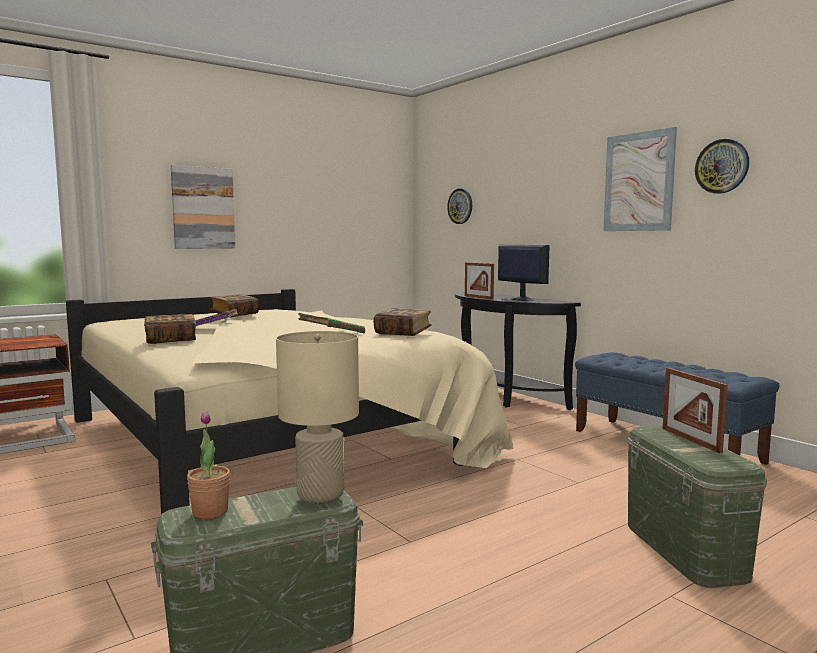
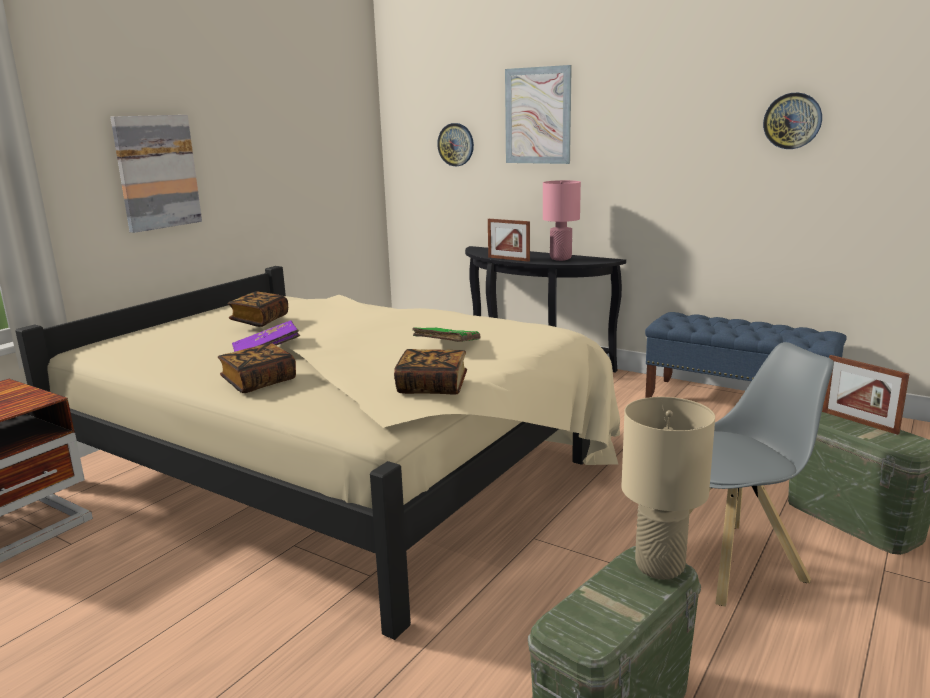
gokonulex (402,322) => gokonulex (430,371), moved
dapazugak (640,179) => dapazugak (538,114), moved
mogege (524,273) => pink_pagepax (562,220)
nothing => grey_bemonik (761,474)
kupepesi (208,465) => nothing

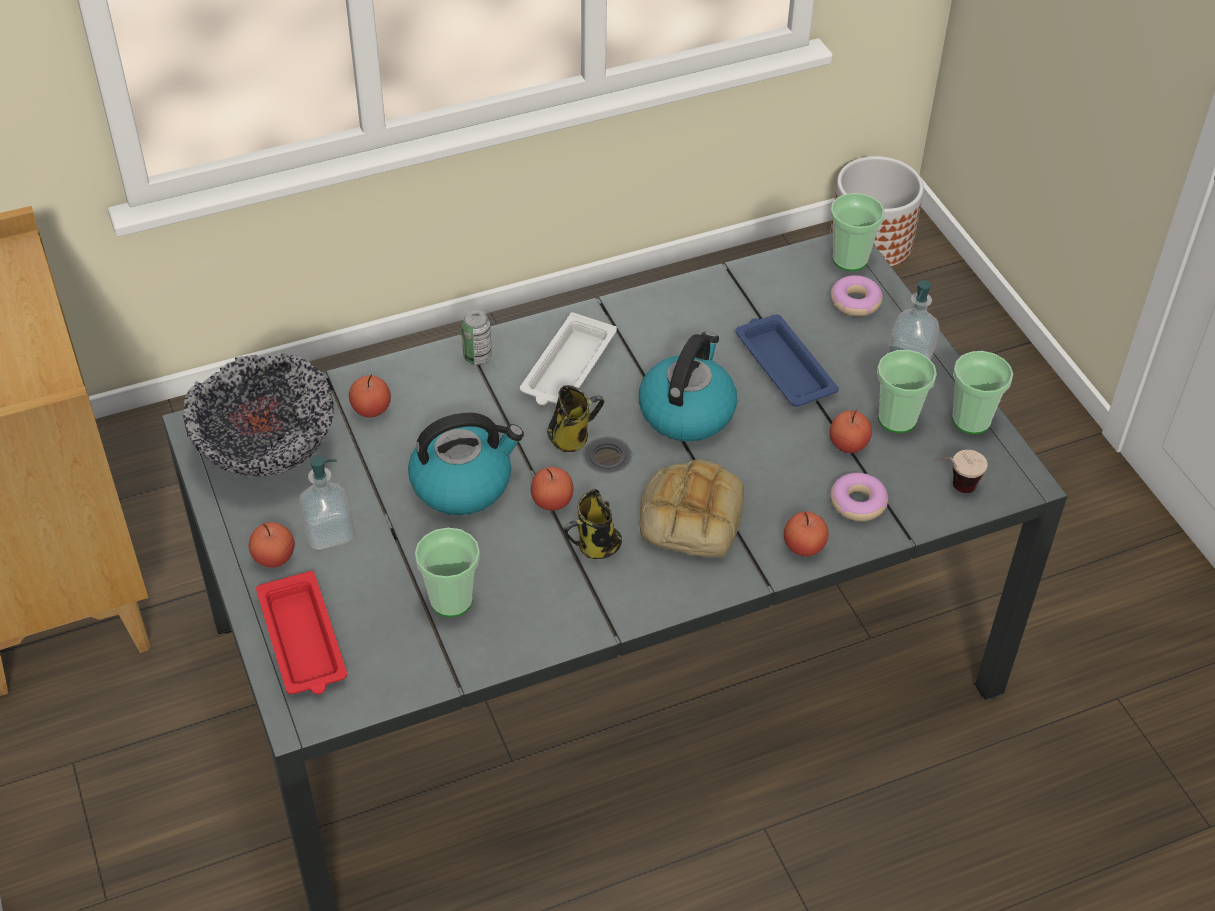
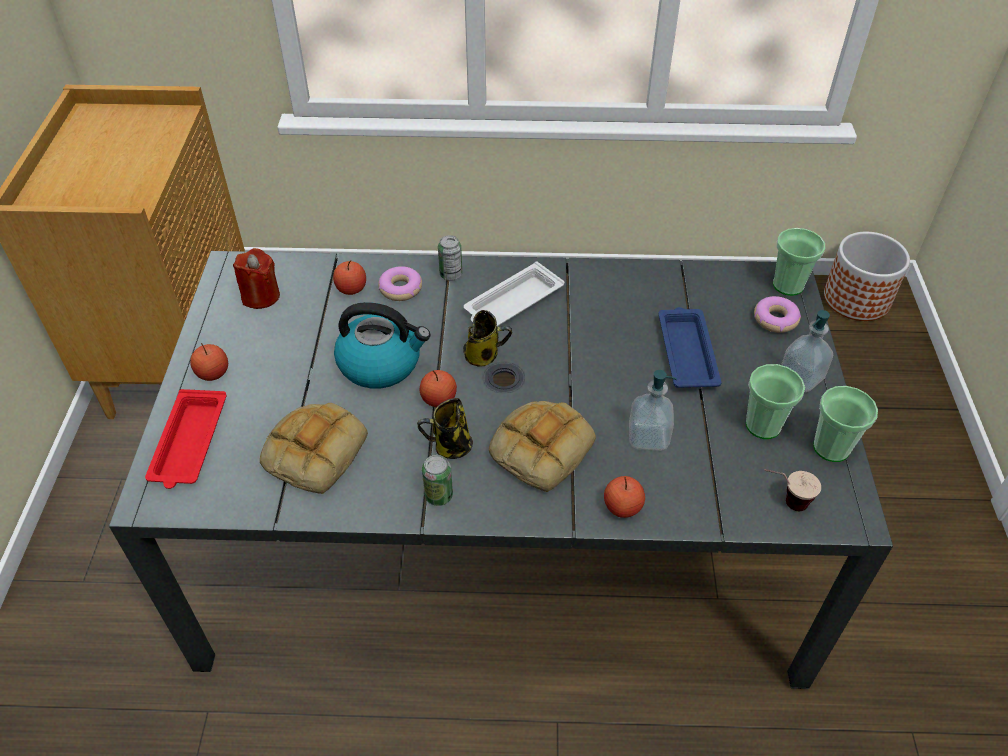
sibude (258,415) => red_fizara (256,278)
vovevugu (447,572) => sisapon (314,448)
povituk (859,497) => povituk (400,283), moved
nothing => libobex (437,480)
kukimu (326,503) => kukimu (653,410), moved
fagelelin (688,386) => nothing
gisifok (850,431) => nothing

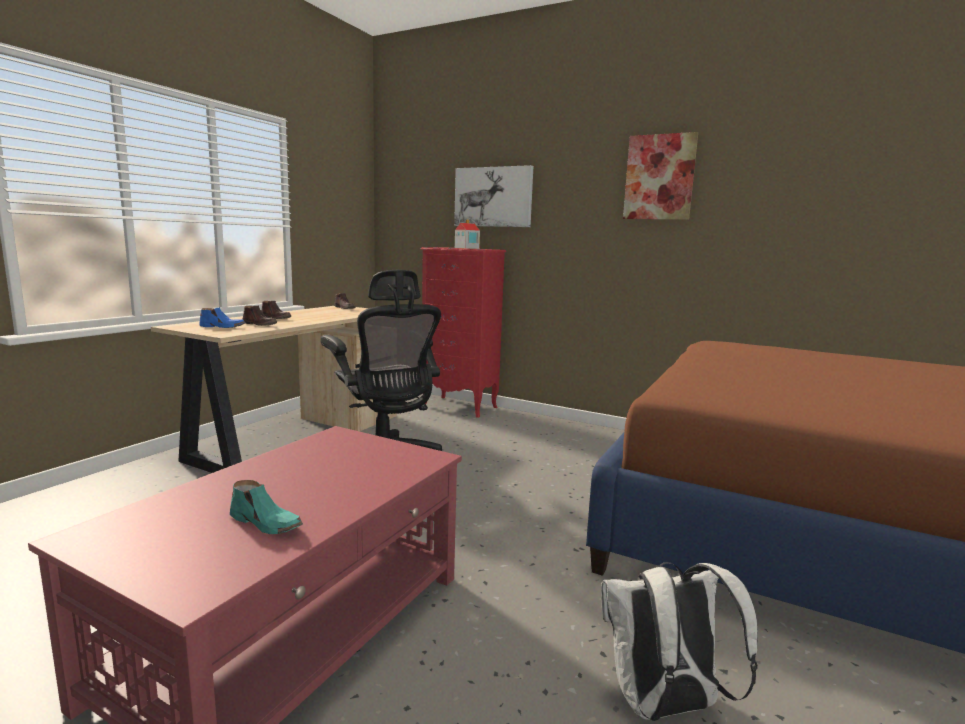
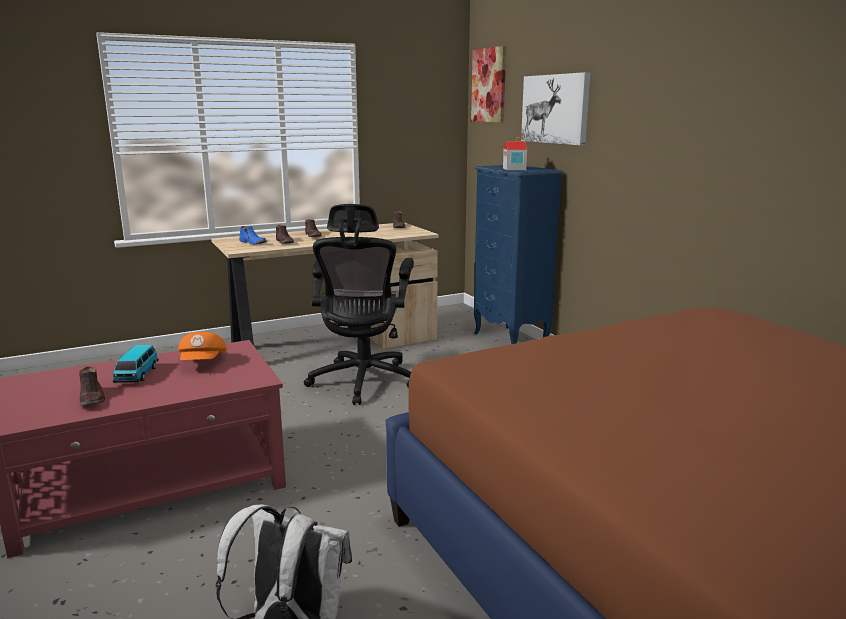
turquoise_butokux (266,507) => brown_butokux (92,386)
nothing => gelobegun (136,364)
nothing => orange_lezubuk (202,346)
dapazugak (660,176) => dapazugak (488,84), moved
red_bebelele (463,332) => blue_bebelele (518,254)

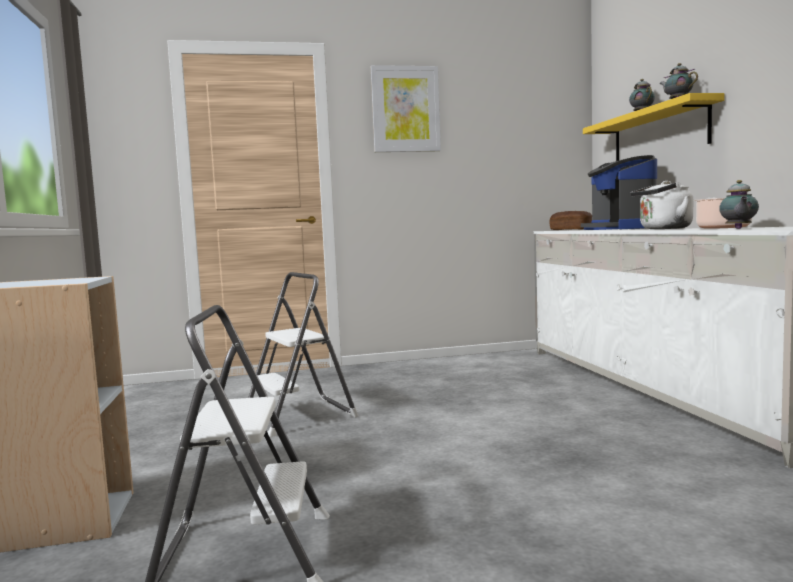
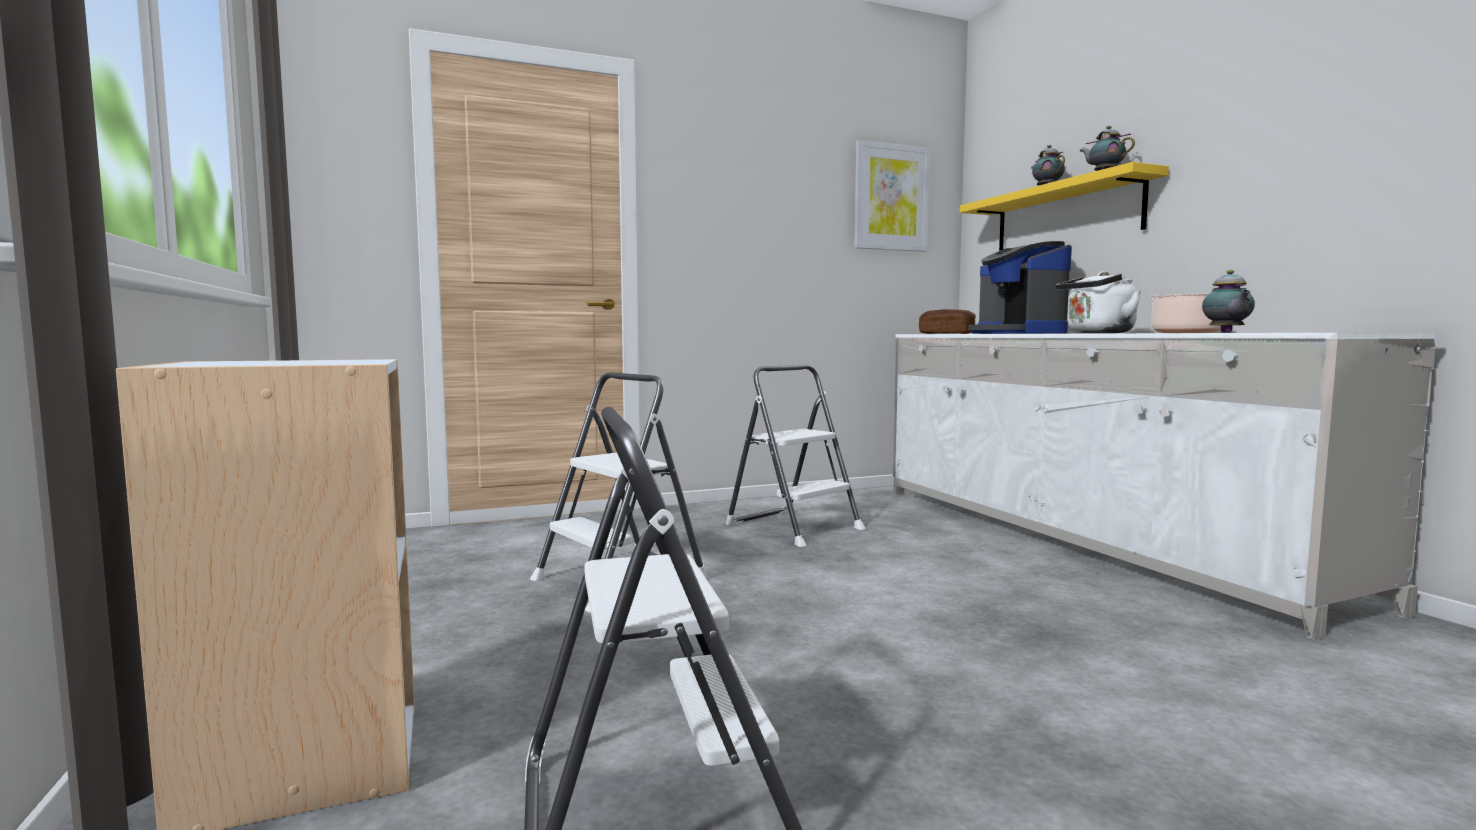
nothing => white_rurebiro (796,456)
dapazugak (406,108) => dapazugak (892,196), moved

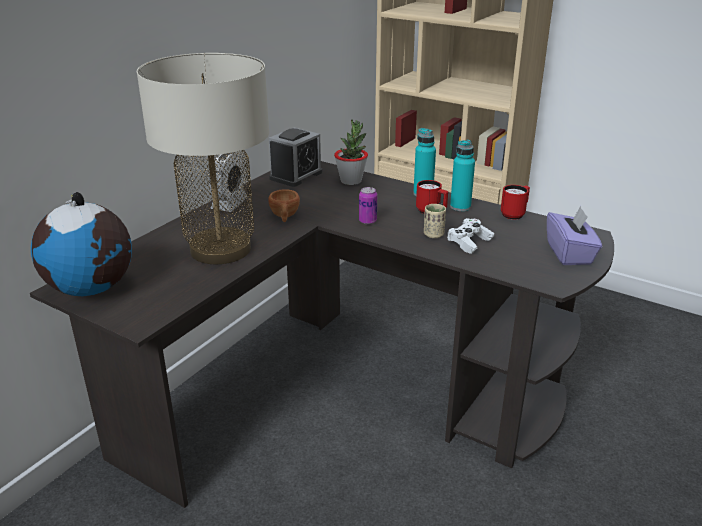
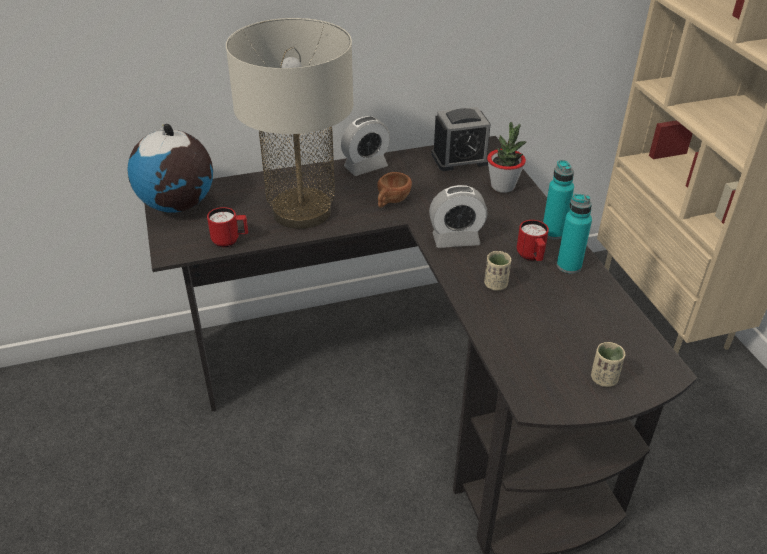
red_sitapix (515,202) => red_sitapix (227,227), moved
libobex (368,205) => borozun (458,216)
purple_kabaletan (574,235) => beige_vovevugu (608,364)
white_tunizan (470,236) => nothing

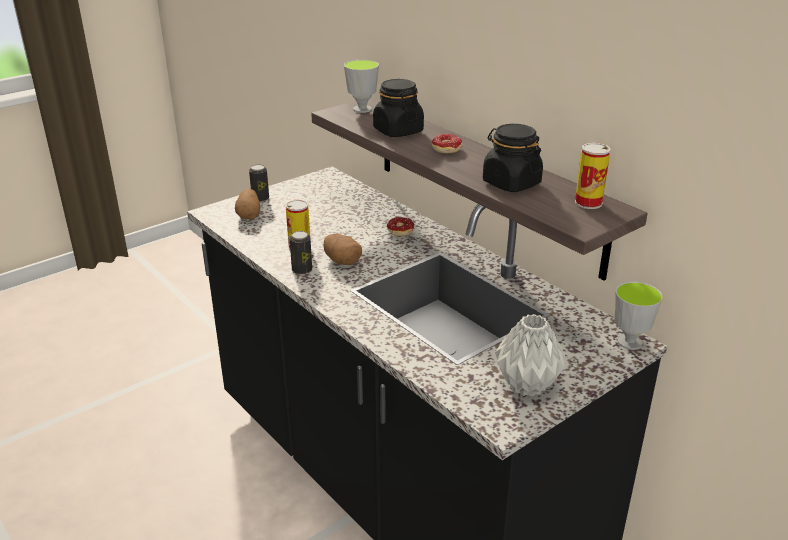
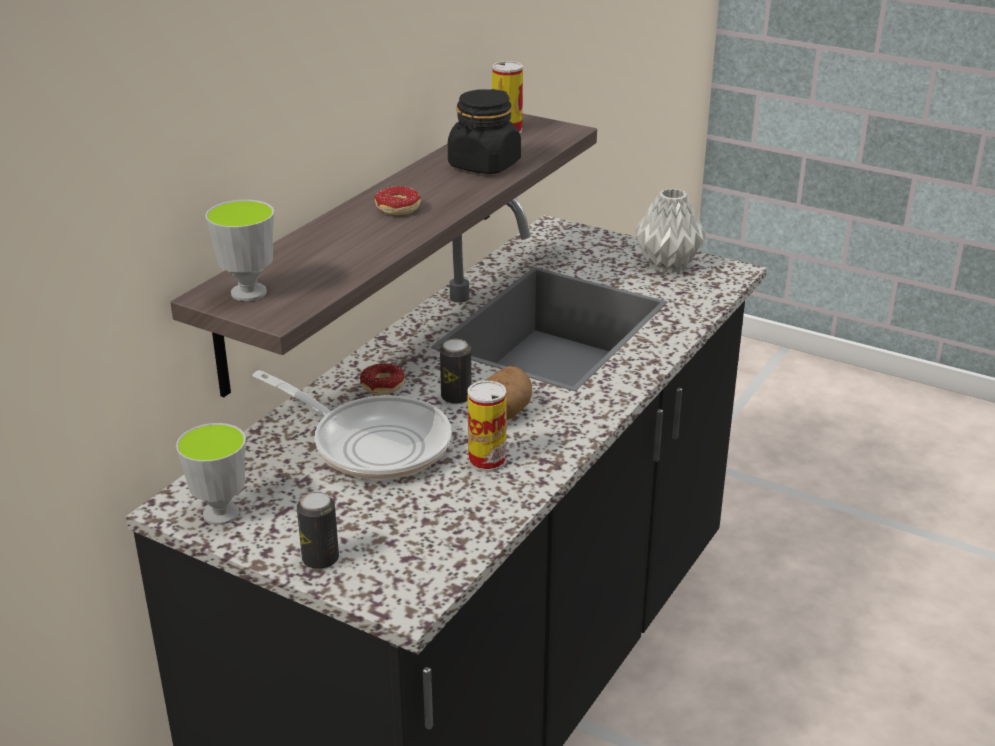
vovevugu (639,316) => vovevugu (211,474), moved
nothing => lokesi (352,425)
libobex (300,252) => libobex (456,371), moved
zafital (247,204) => nothing
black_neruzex (398,108) => nothing

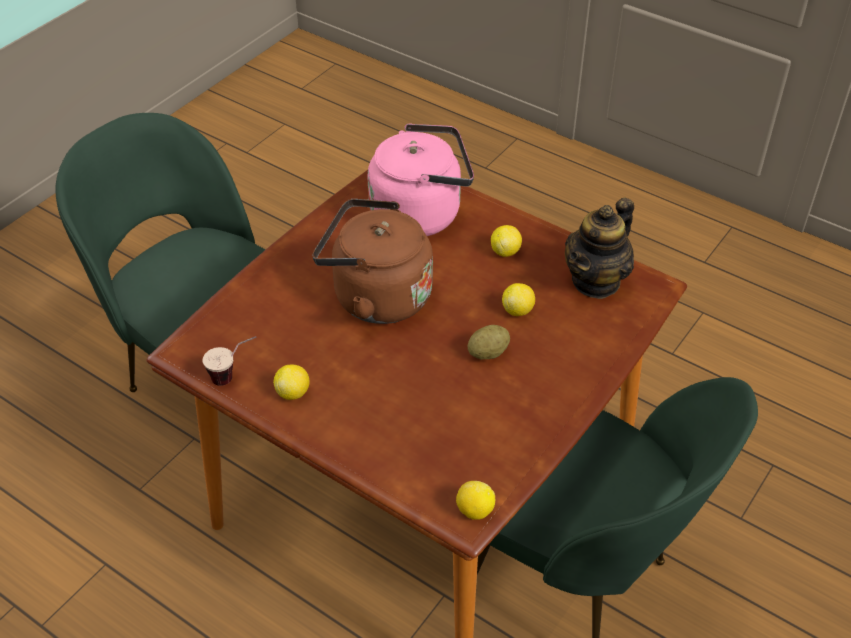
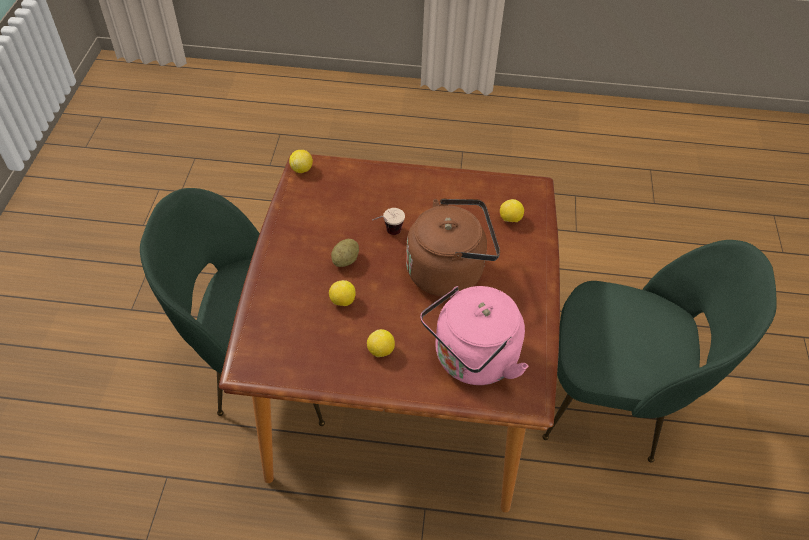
vovevugu (229,361) => vovevugu (388,221), moved
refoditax (291,382) => refoditax (512,210), moved
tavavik (599,248) => nothing

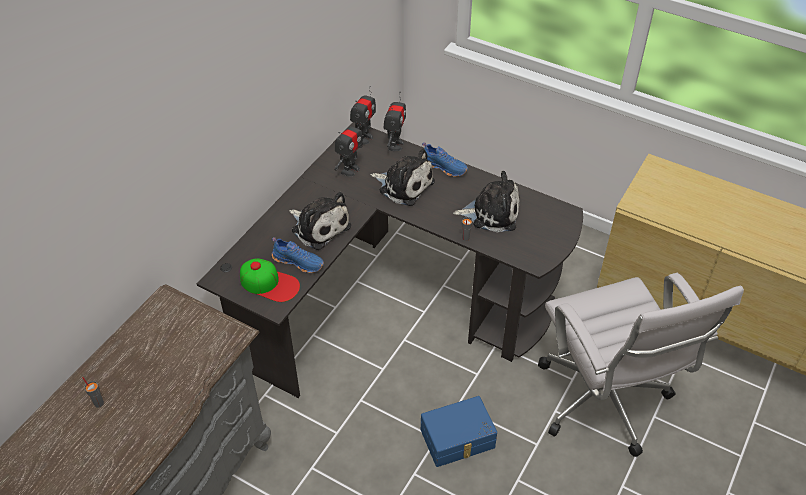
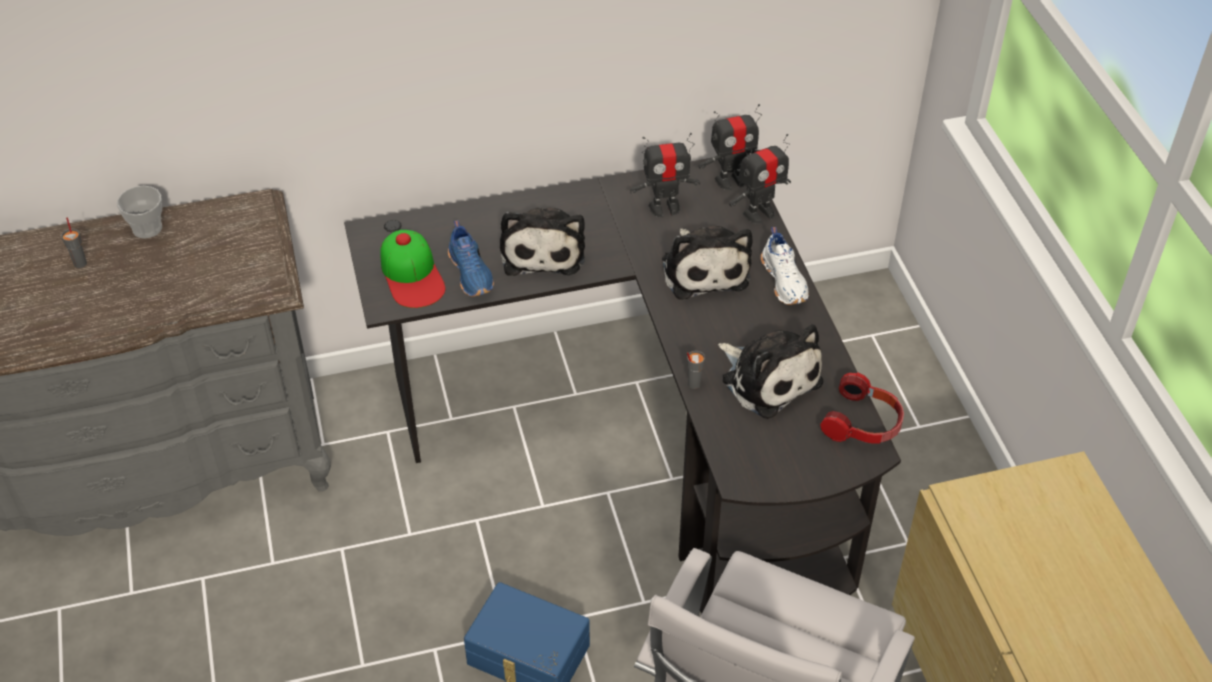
nothing => vovevugu (139,212)
blue_butokux (445,159) => white_butokux (785,266)
nothing => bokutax (862,408)

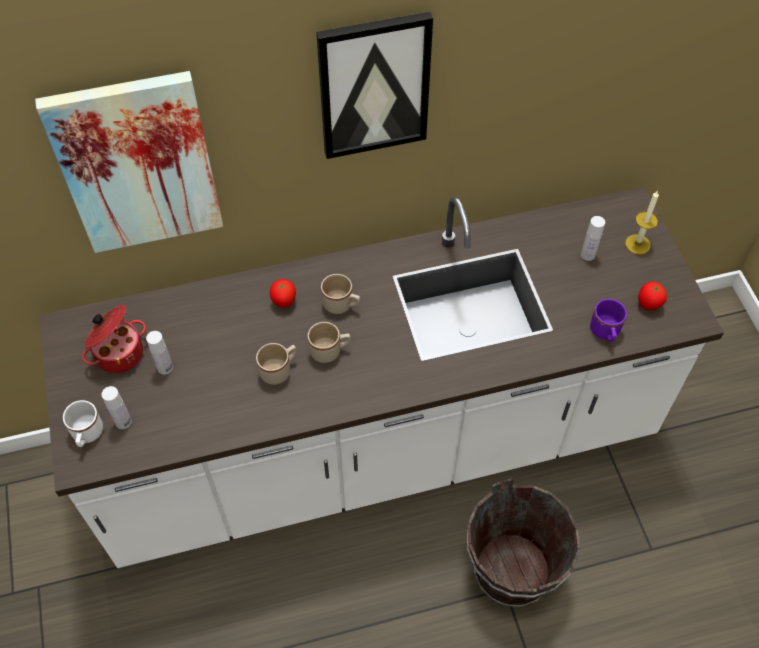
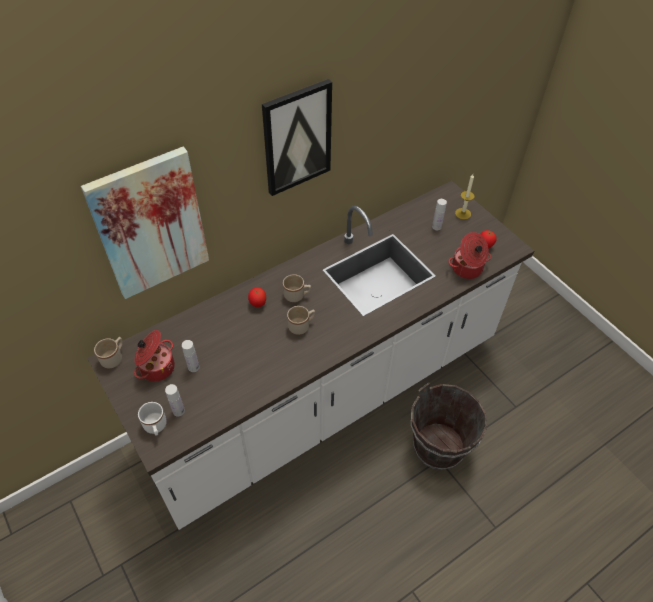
beige_sitapix (276,364) => beige_sitapix (108,352), moved
purple_sitapix (608,320) => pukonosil (469,255)

